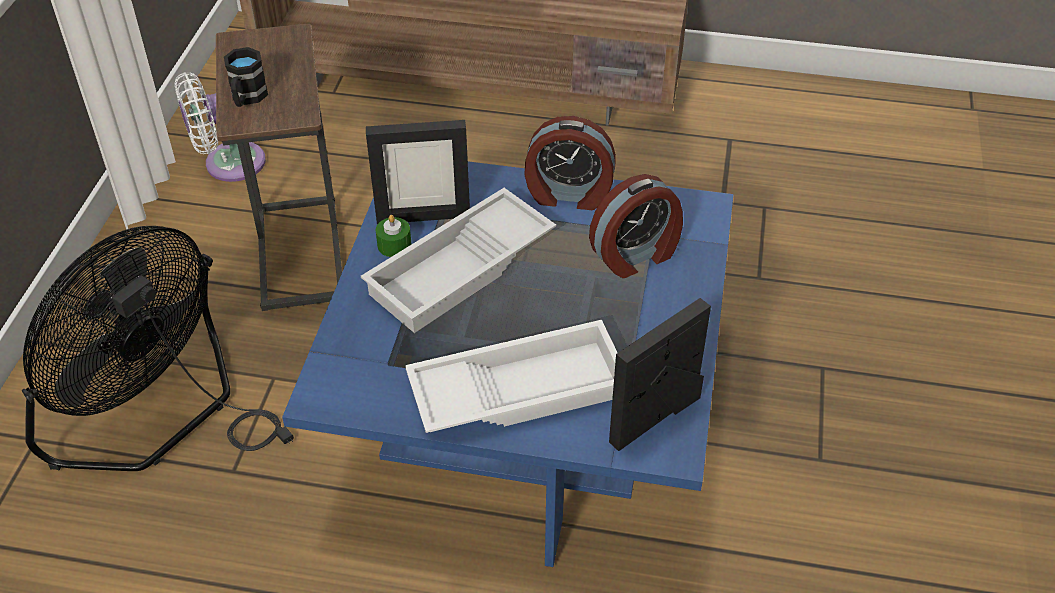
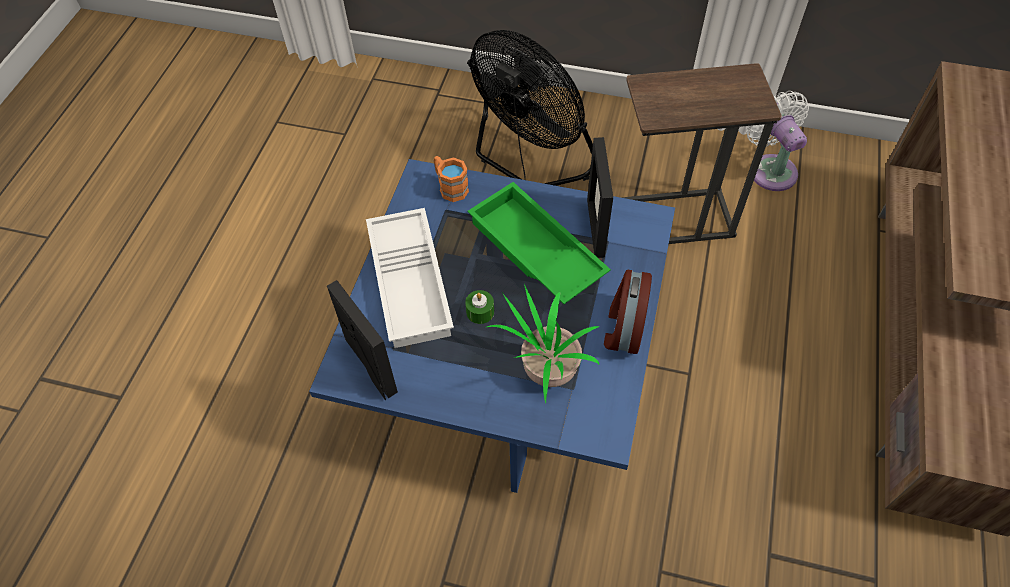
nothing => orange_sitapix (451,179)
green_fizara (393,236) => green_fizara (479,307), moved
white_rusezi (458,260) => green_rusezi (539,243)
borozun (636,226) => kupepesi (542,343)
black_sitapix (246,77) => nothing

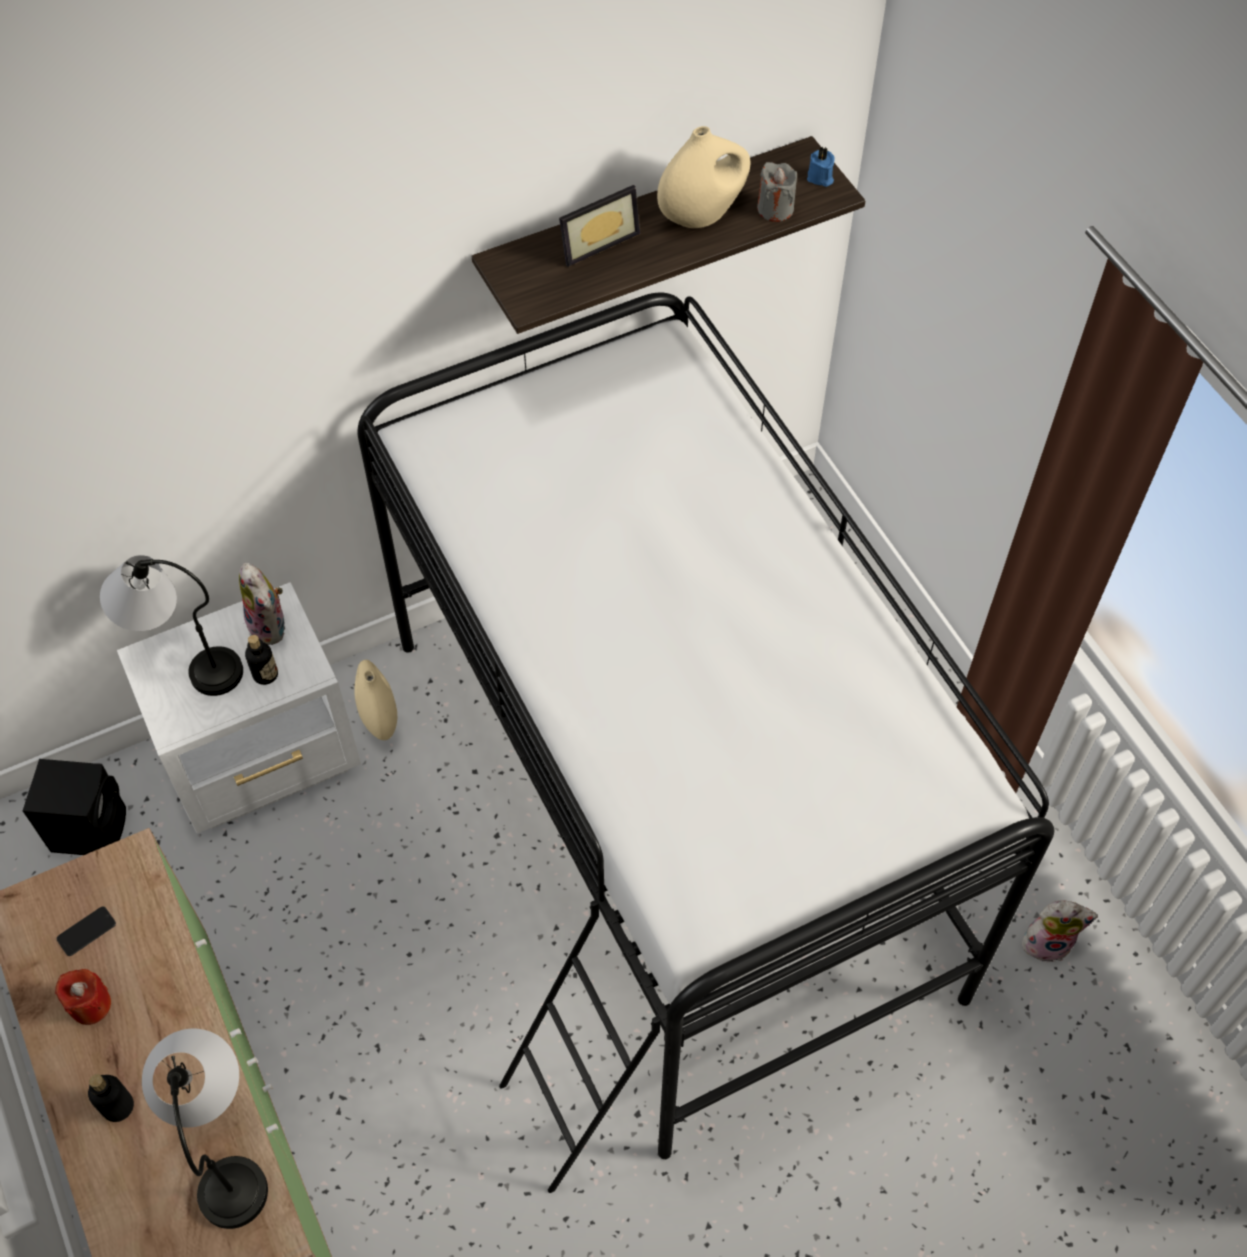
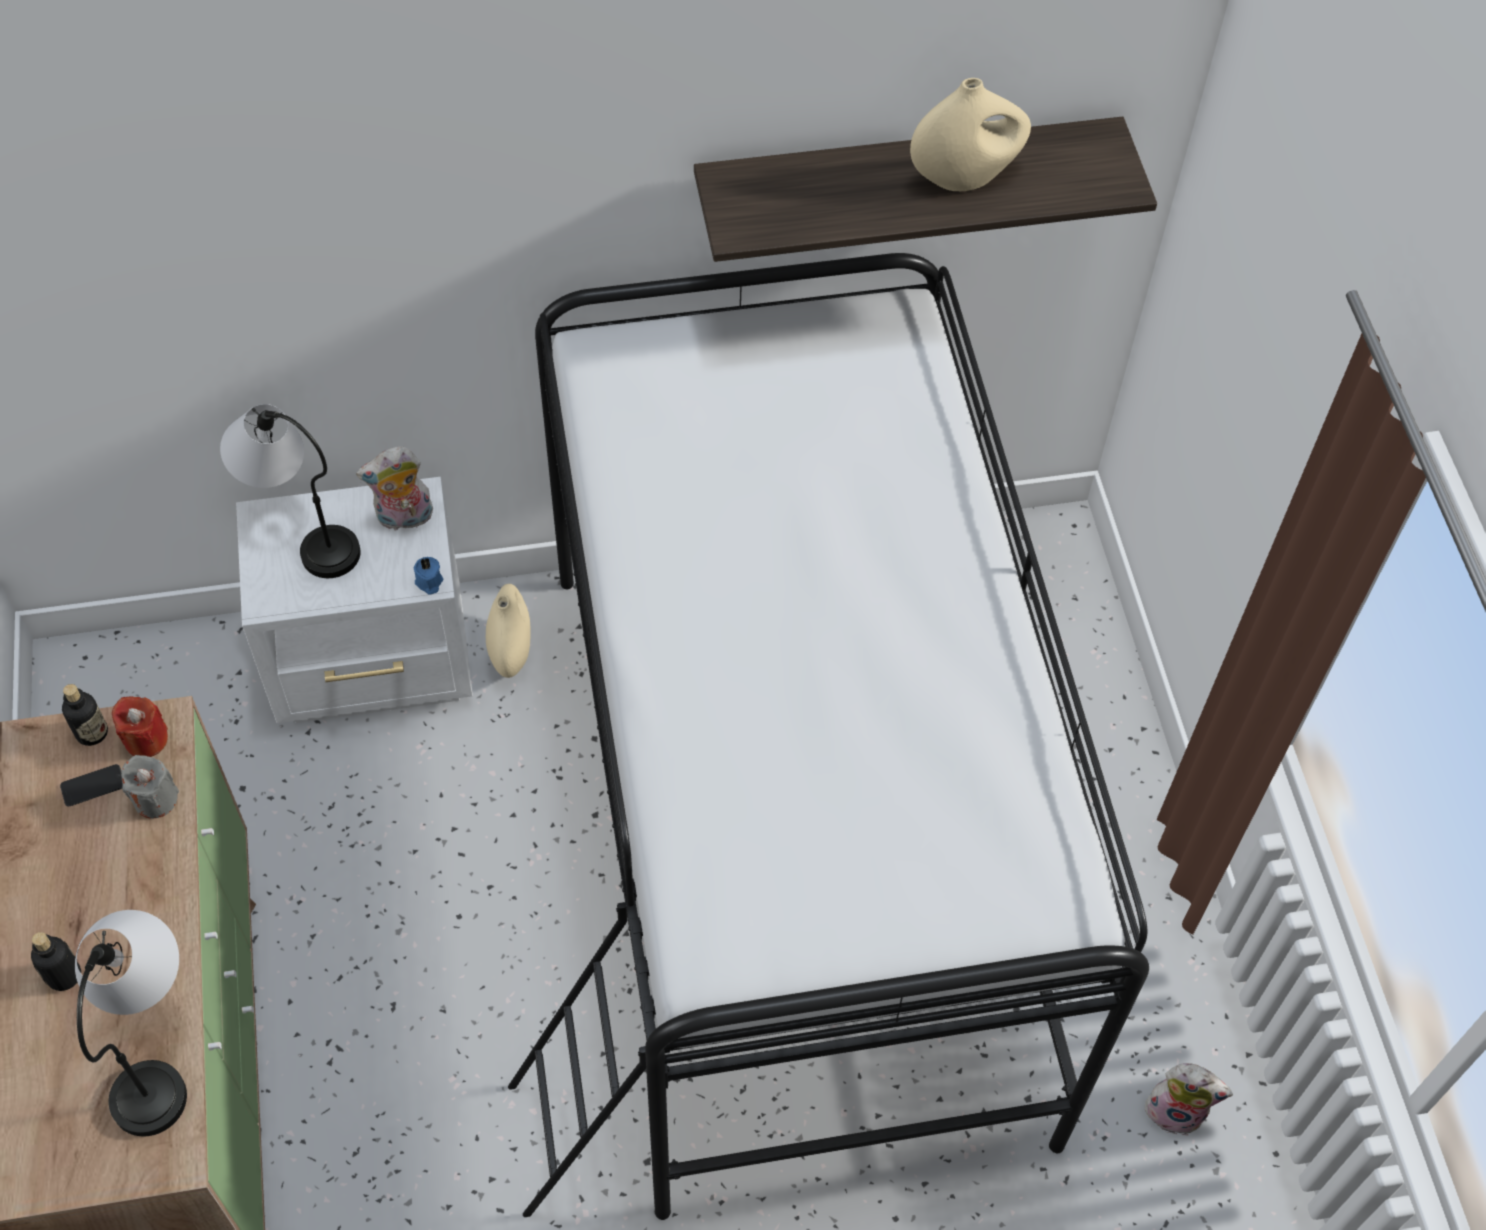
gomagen (261,660) => gomagen (85,715), moved
red_fizara (83,997) => red_fizara (140,726), moved
grey_fizara (777,192) => grey_fizara (150,786), moved
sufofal (262,604) => sufofal (395,488), 90 degrees clockwise
blue_fizara (820,167) => blue_fizara (428,576), moved
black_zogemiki (74,807) => nothing
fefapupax (599,226) => nothing

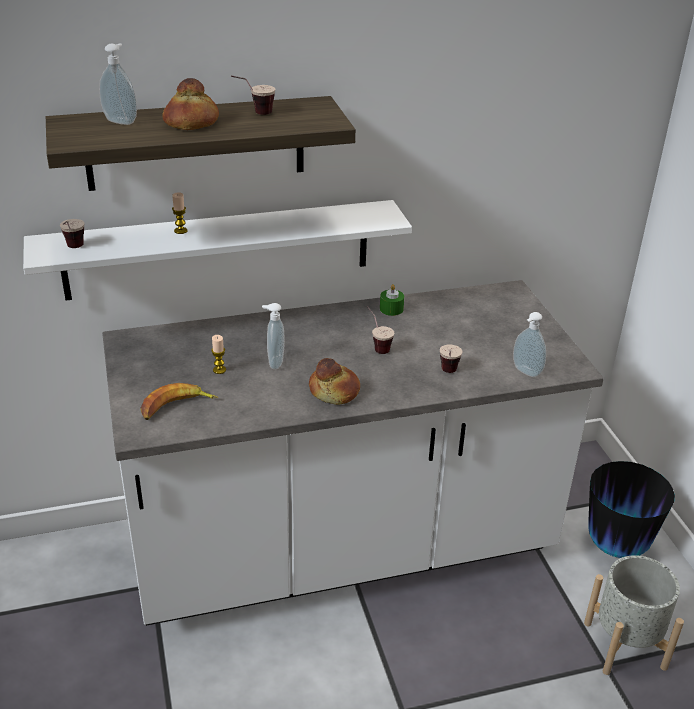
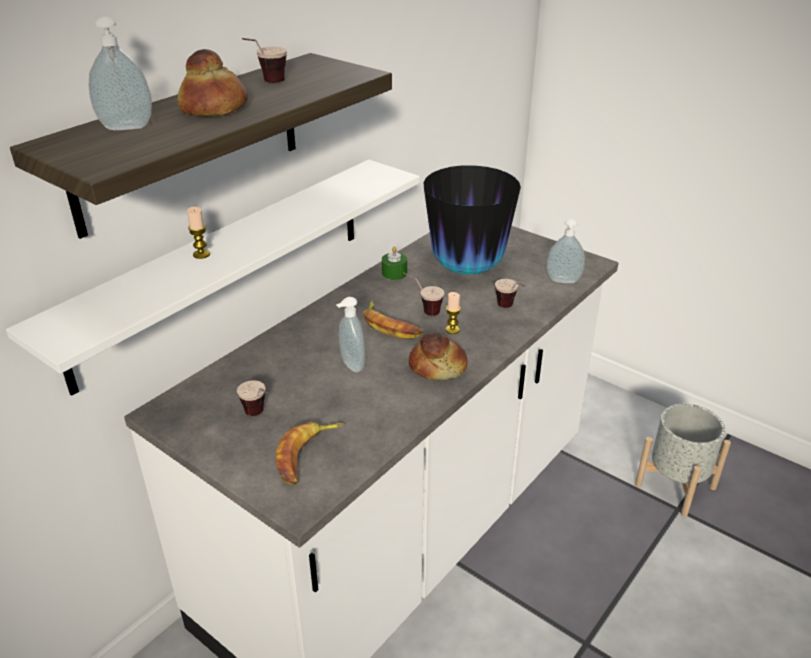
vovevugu (72,233) => vovevugu (253,398), moved
nothing => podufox (393,319)
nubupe (631,509) => nubupe (472,219), moved
fizara (218,354) => fizara (453,313), moved

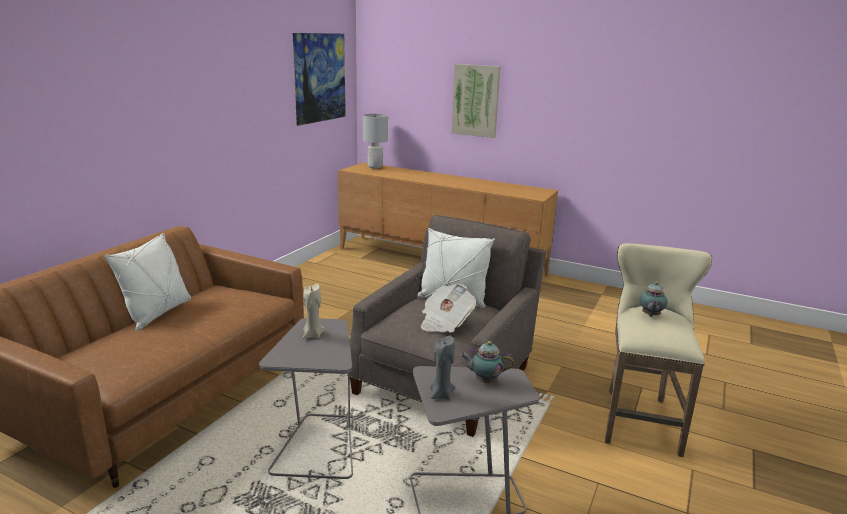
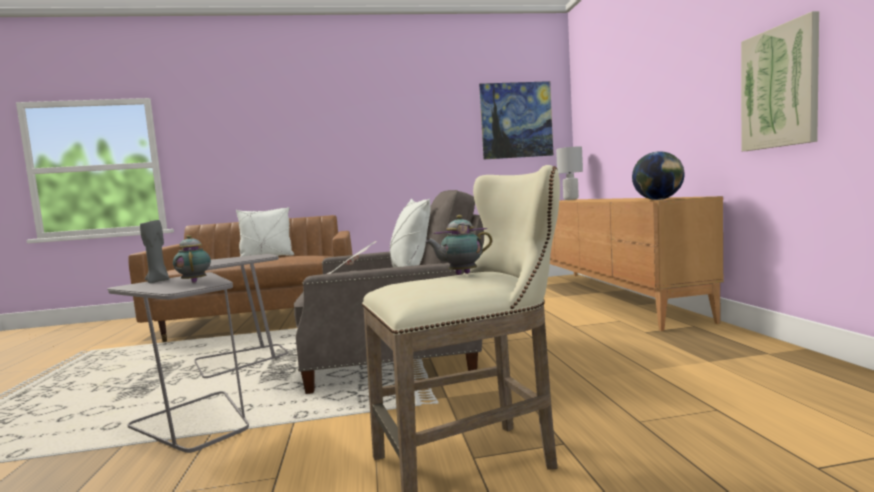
nothing => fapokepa (658,175)
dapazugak (476,101) => dapazugak (780,81), moved
beige_fizara (314,311) => nothing

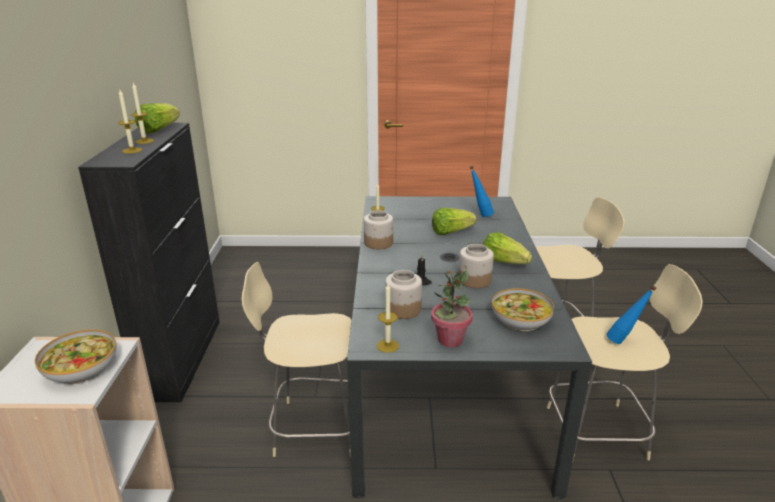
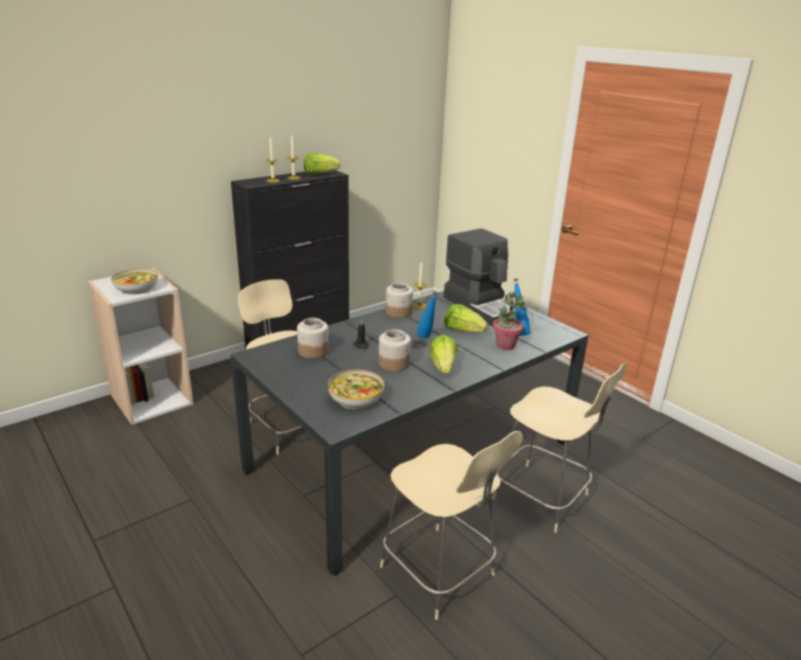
blue_gomagen (632,314) => blue_gomagen (427,314), moved
nothing => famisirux (485,276)
kupepesi (452,308) => kupepesi (509,321), moved
fizara (388,318) => nothing

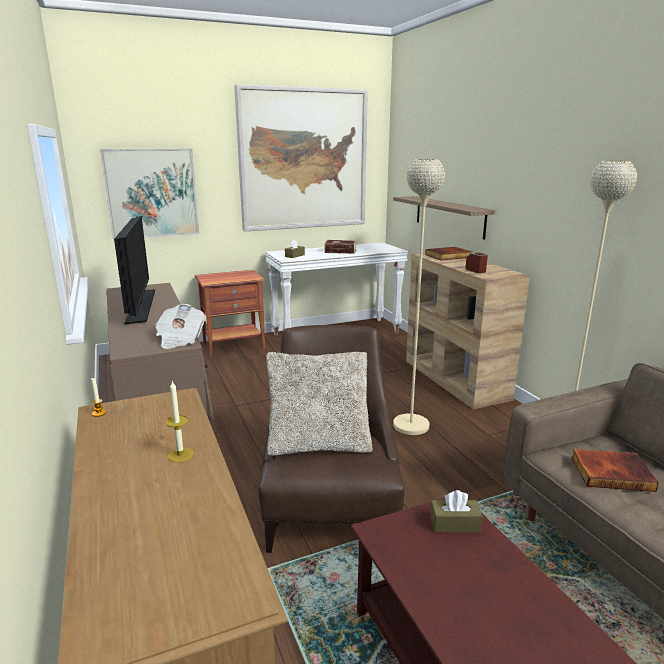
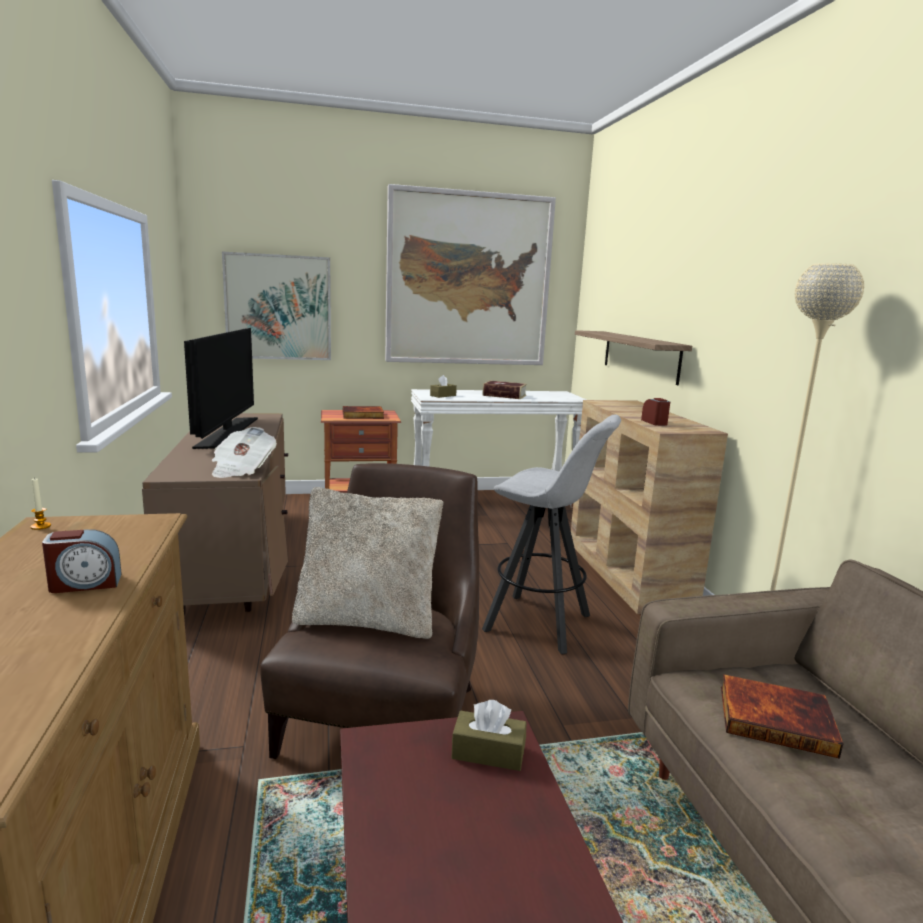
fizara (179,421) => borozun (82,561)
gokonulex (448,254) => gokonulex (363,412), moved
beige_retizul (419,297) => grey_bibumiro (551,534)

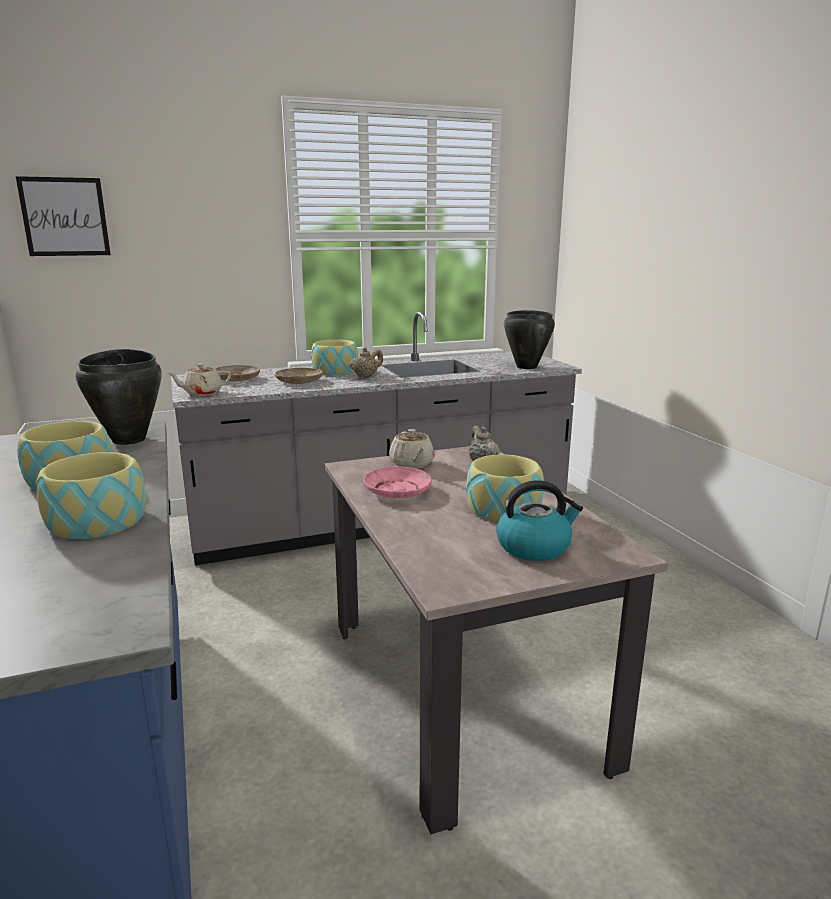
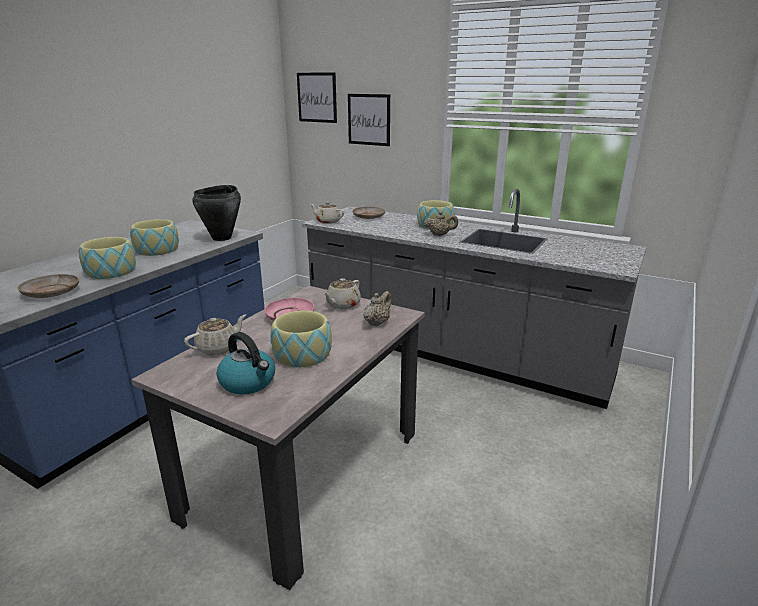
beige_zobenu (299,376) => beige_zobenu (48,286), moved
nothing => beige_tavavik (215,335)
nothing => dapazugak (369,120)
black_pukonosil (529,339) => nothing

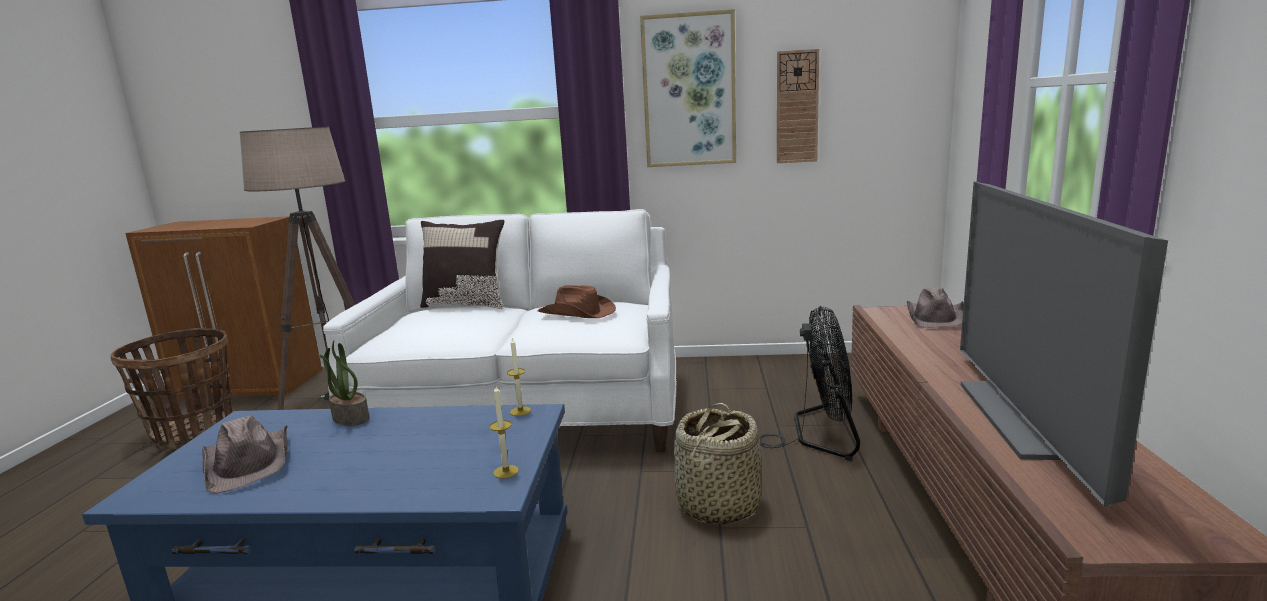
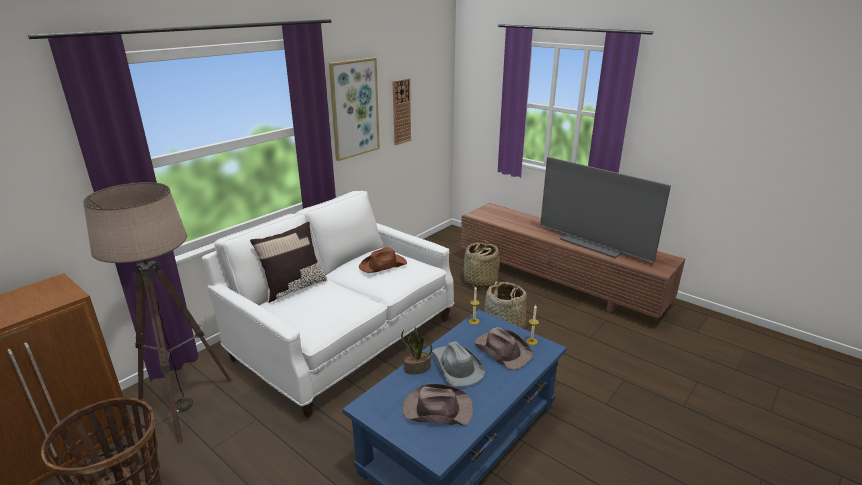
nothing => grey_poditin (458,364)
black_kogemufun (809,383) => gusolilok (481,264)
brown_poditin (935,308) => brown_poditin (503,348), moved

